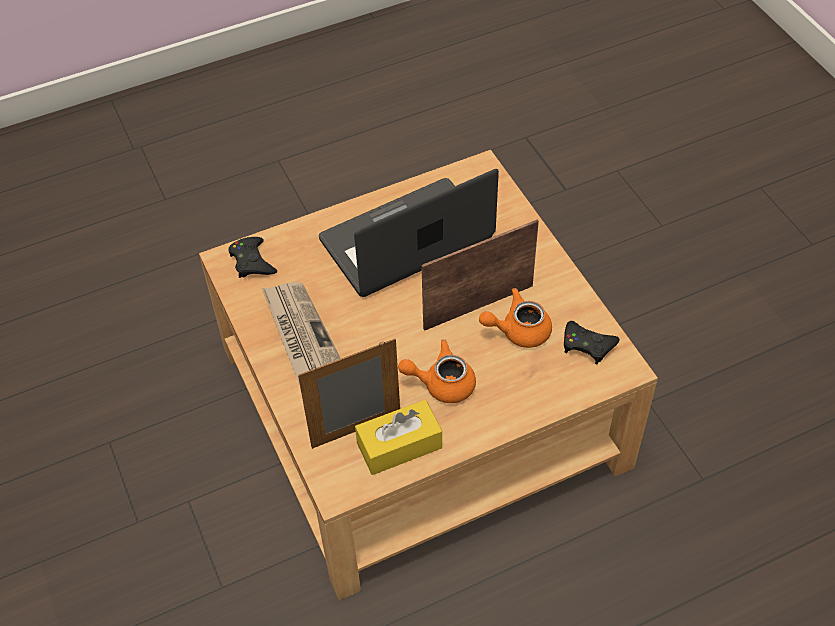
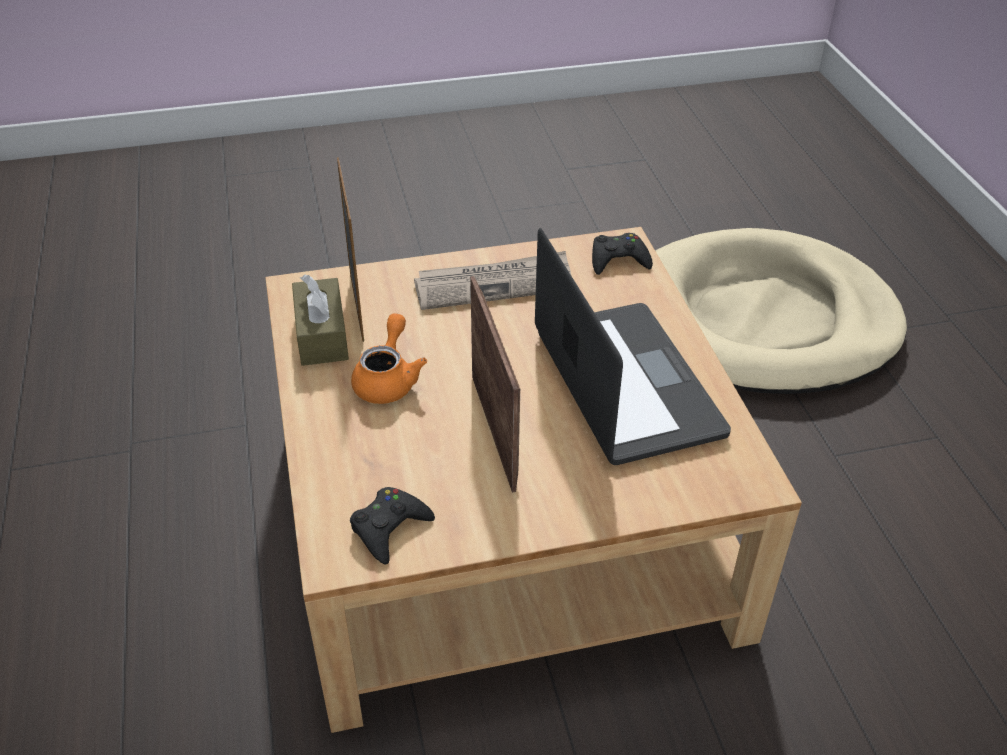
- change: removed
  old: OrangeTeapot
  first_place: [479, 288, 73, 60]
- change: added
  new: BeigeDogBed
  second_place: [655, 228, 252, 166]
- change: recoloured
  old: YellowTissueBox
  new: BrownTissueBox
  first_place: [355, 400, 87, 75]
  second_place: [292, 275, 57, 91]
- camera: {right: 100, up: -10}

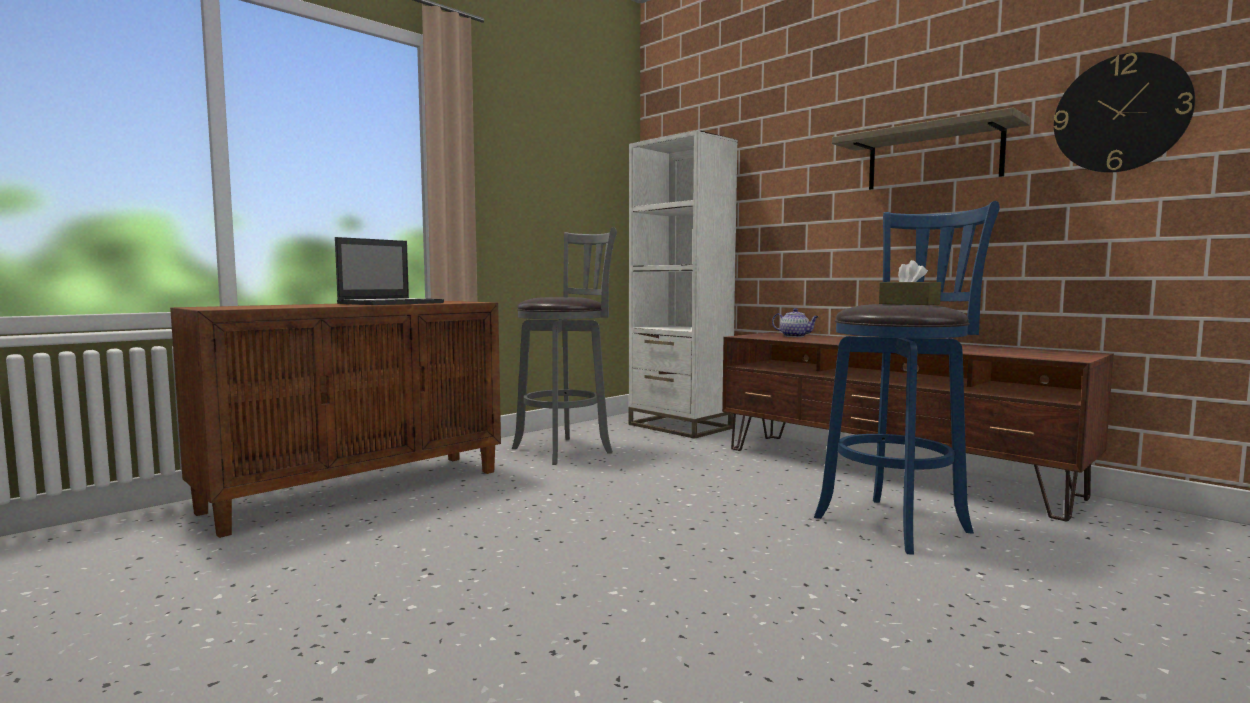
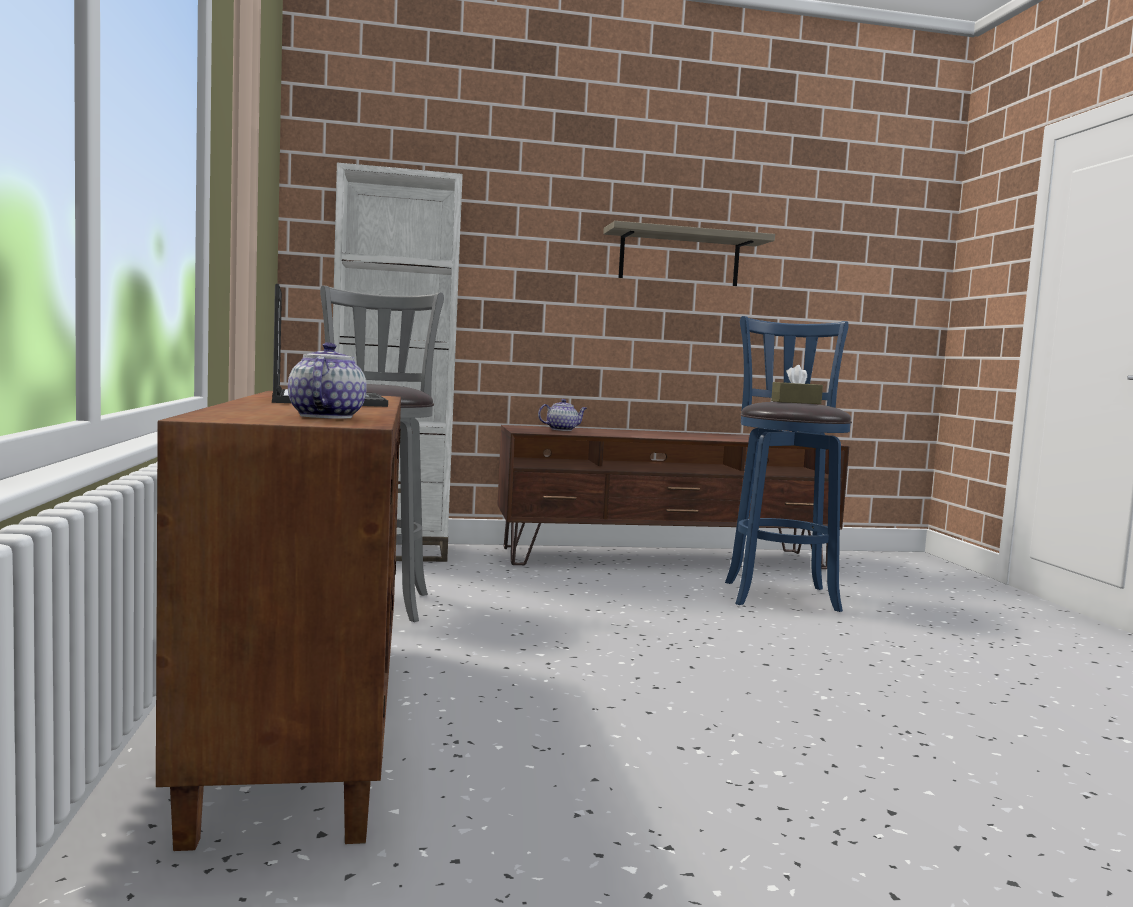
- change: removed
  old: WallClock
  first_place: [1054, 52, 141, 121]
- change: added
  new: Teapot
  second_place: [288, 342, 79, 77]
- camera: {right: -55, up: 0}

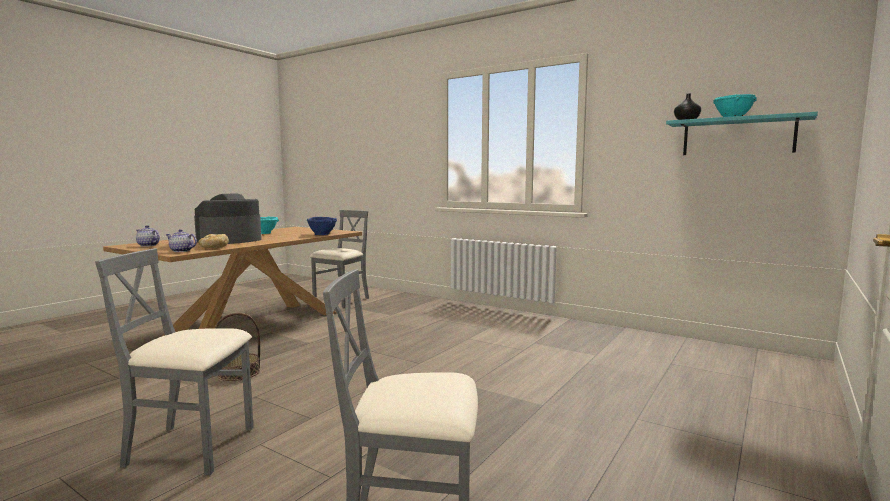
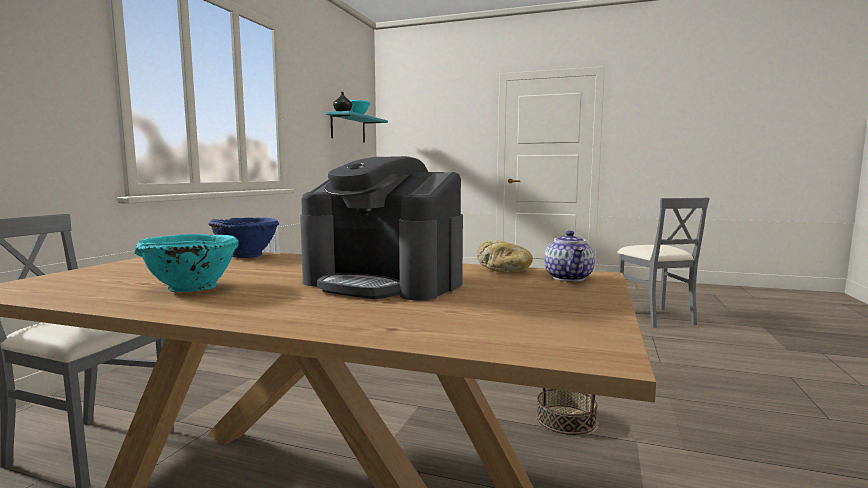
- change: removed
  old: GreyChair
  first_place: [95, 248, 158, 227]
- change: removed
  old: Teapot
  first_place: [136, 225, 24, 22]
- camera: {right: -105, up: 0}

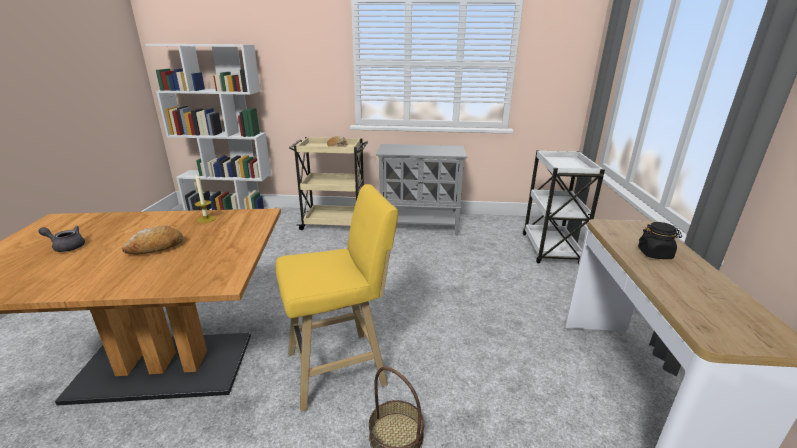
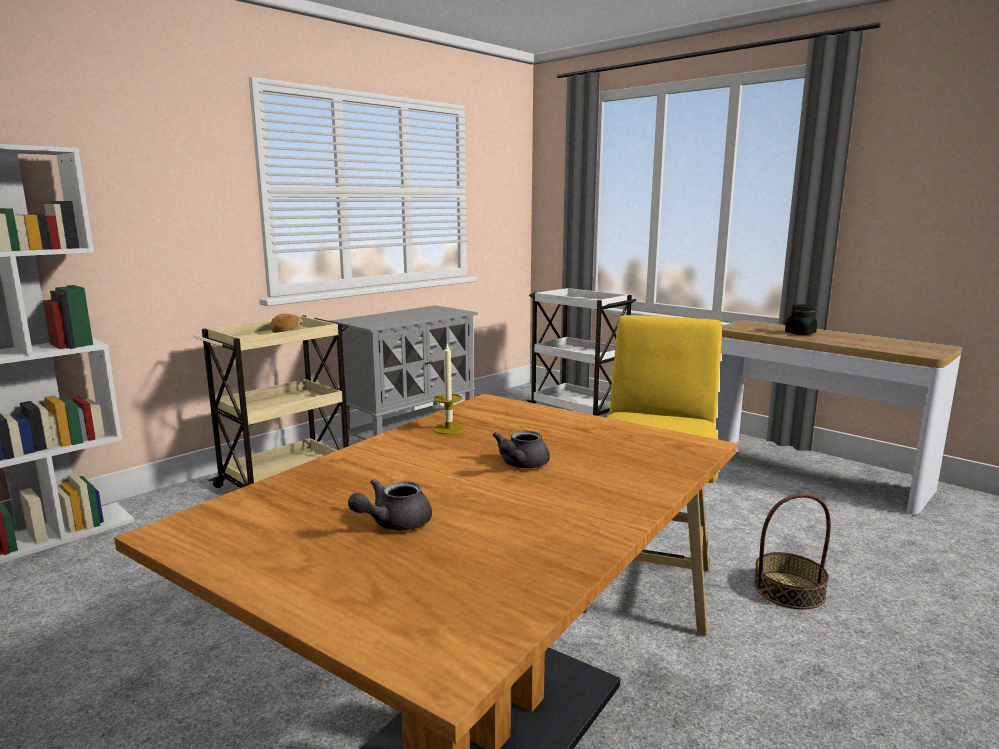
- change: replaced
  old: Bread
  new: GreyTeapot
  first_place: [122, 225, 62, 29]
  second_place: [493, 431, 57, 37]
- camera: {right: -50, up: -10}

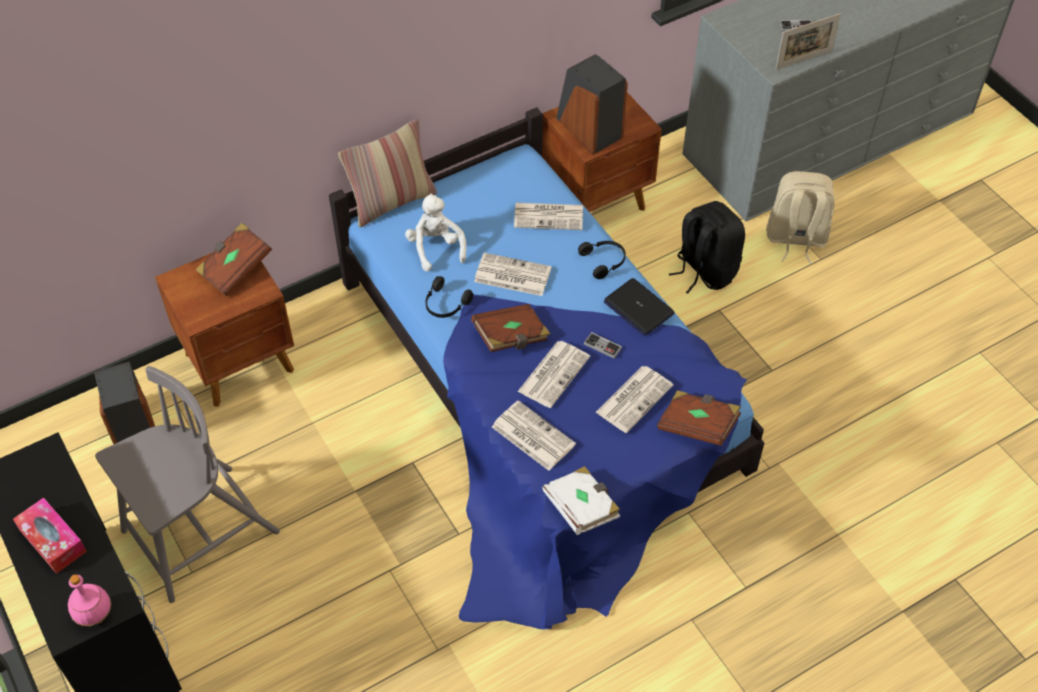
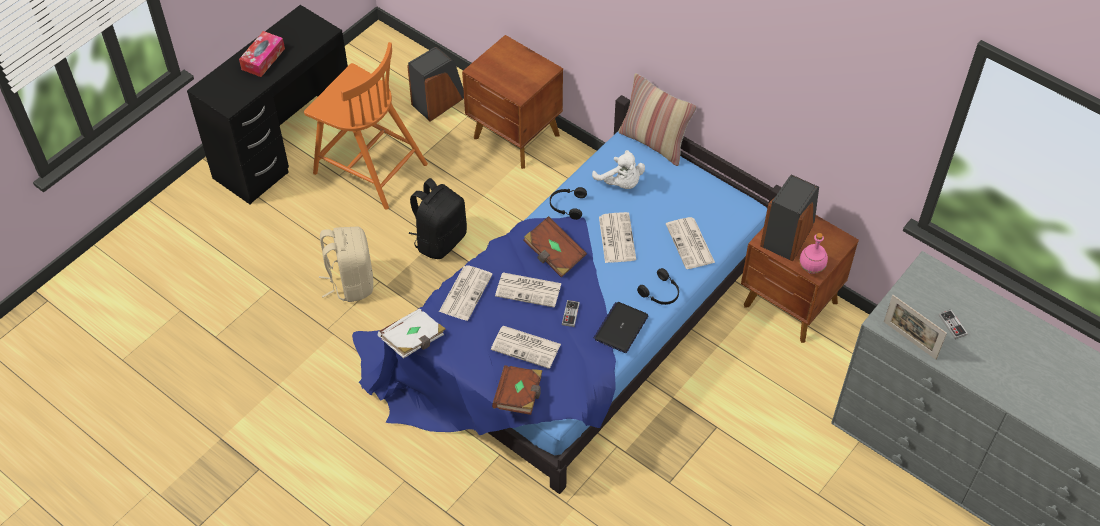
- change: removed
  old: BrownBook
  first_place: [196, 223, 76, 73]
- change: moved
  old: PinkBottle
  first_place: [68, 575, 43, 51]
  second_place: [799, 233, 29, 41]
- change: moved
  old: BlackBackpack
  first_place: [669, 201, 76, 93]
  second_place: [408, 178, 59, 81]
- change: moved
  old: BeigeBackpack
  first_place: [766, 171, 69, 93]
  second_place: [319, 226, 55, 76]
- change: recoloured
  old: GreyChair
  new: OrangeChair
  first_place: [95, 366, 185, 237]
  second_place: [304, 42, 124, 168]
- change: turned
  old: WhitePlushToy
  first_place: [405, 193, 61, 79]
  second_place: [592, 150, 53, 39]
  degrees: 90
- camera: {right: 70, up: 0}

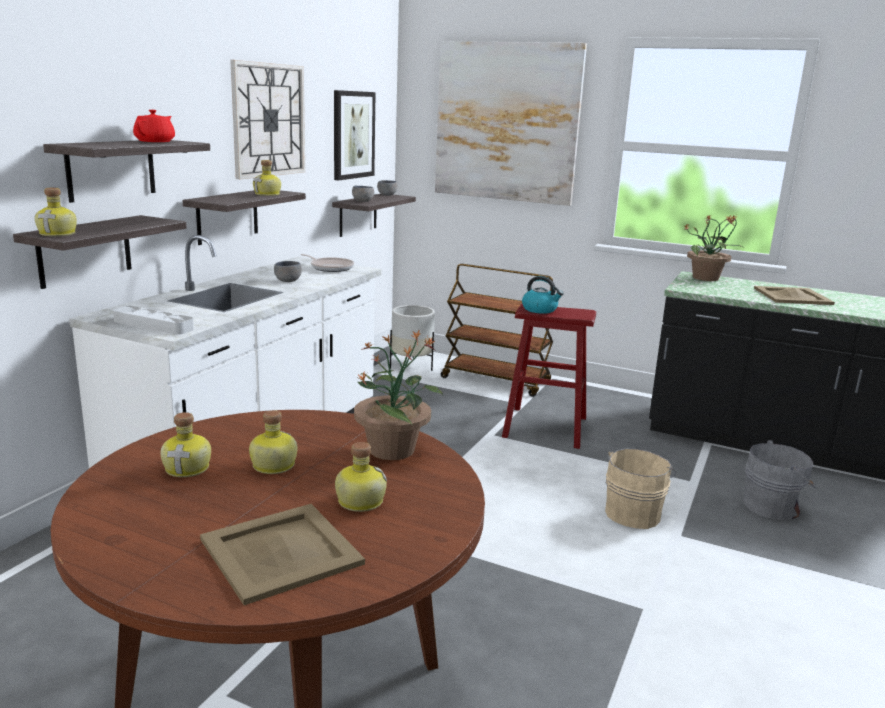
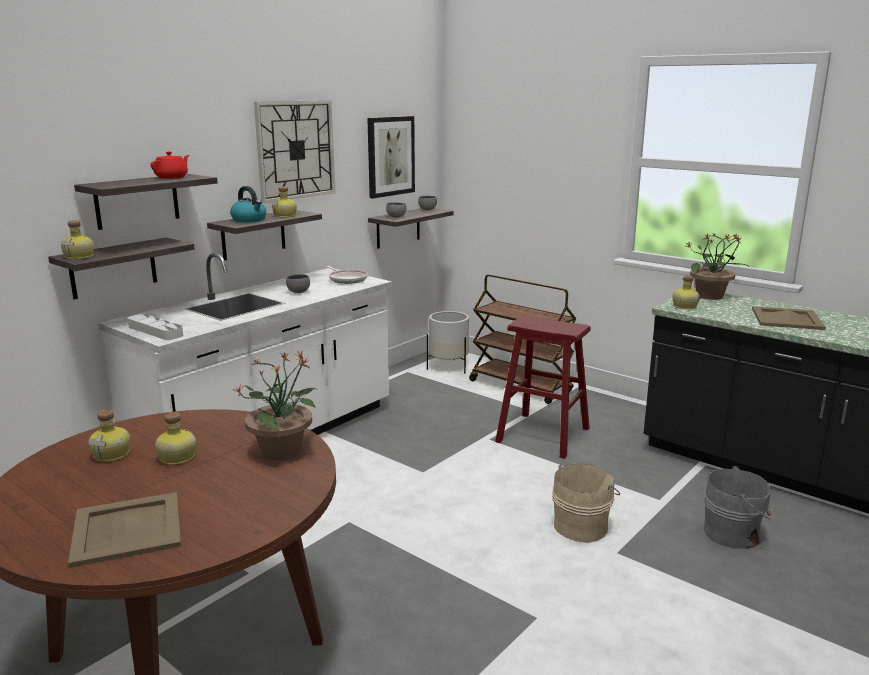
- change: removed
  old: Picture
  first_place: [435, 41, 152, 165]
- change: moved
  old: Bottle
  first_place: [335, 442, 52, 70]
  second_place: [672, 275, 28, 34]
- change: moved
  old: Kettle
  first_place: [522, 276, 42, 38]
  second_place: [230, 186, 37, 37]
- camera: {right: 15, up: 0}

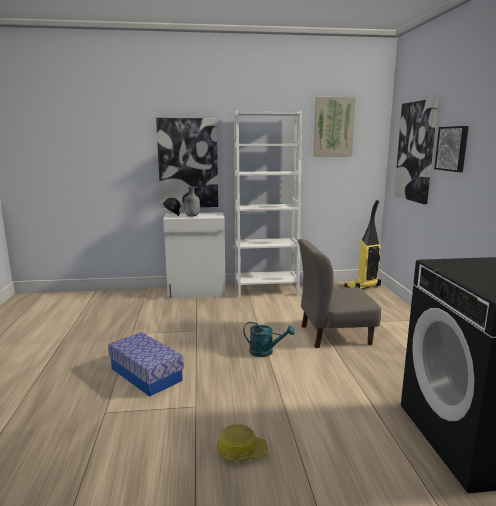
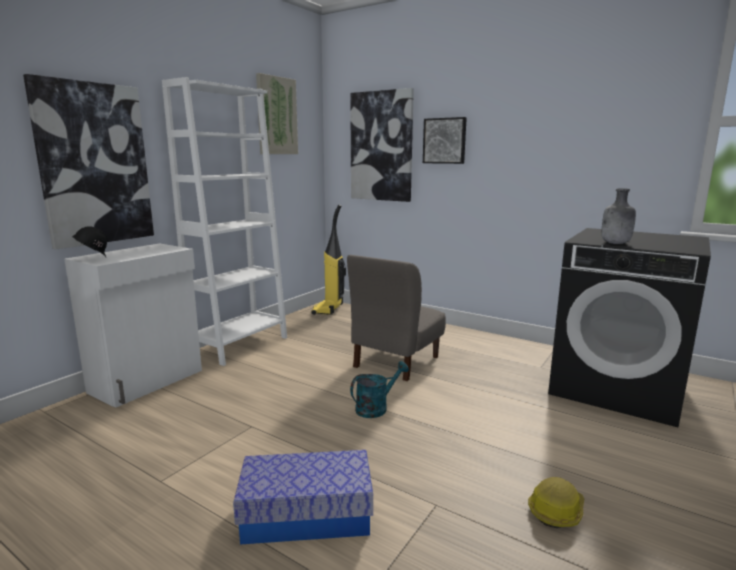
- change: moved
  old: GreyBottle
  first_place: [184, 187, 16, 29]
  second_place: [602, 188, 34, 56]
- camera: {right: -50, up: 0}

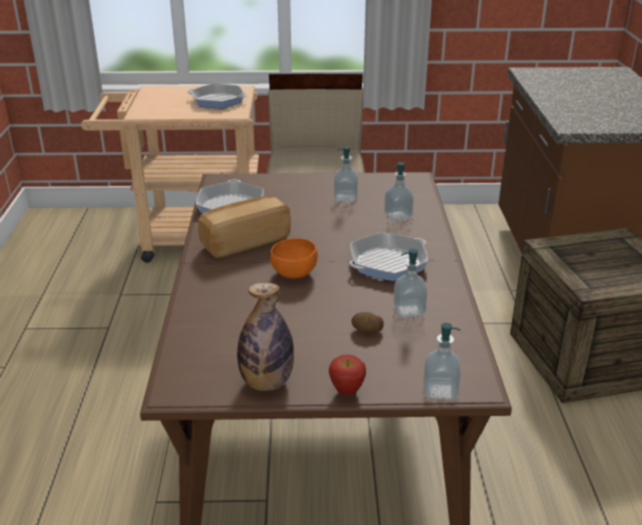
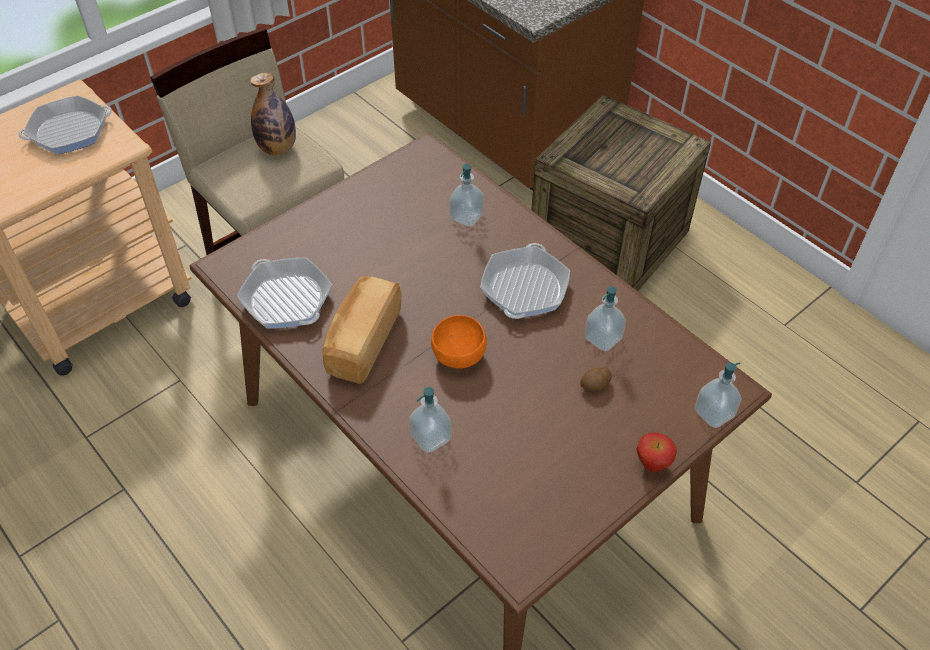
- change: moved
  old: Bottle
  first_place: [237, 283, 57, 108]
  second_place: [250, 73, 46, 82]
- change: moved
  old: SoapDispenser
  first_place: [334, 146, 24, 56]
  second_place: [409, 387, 43, 66]
- camera: {right: -40, up: 20}

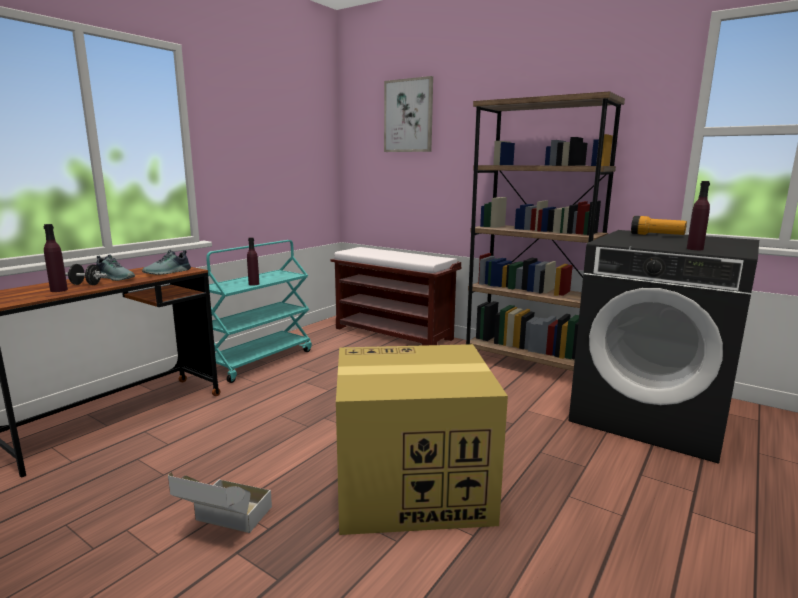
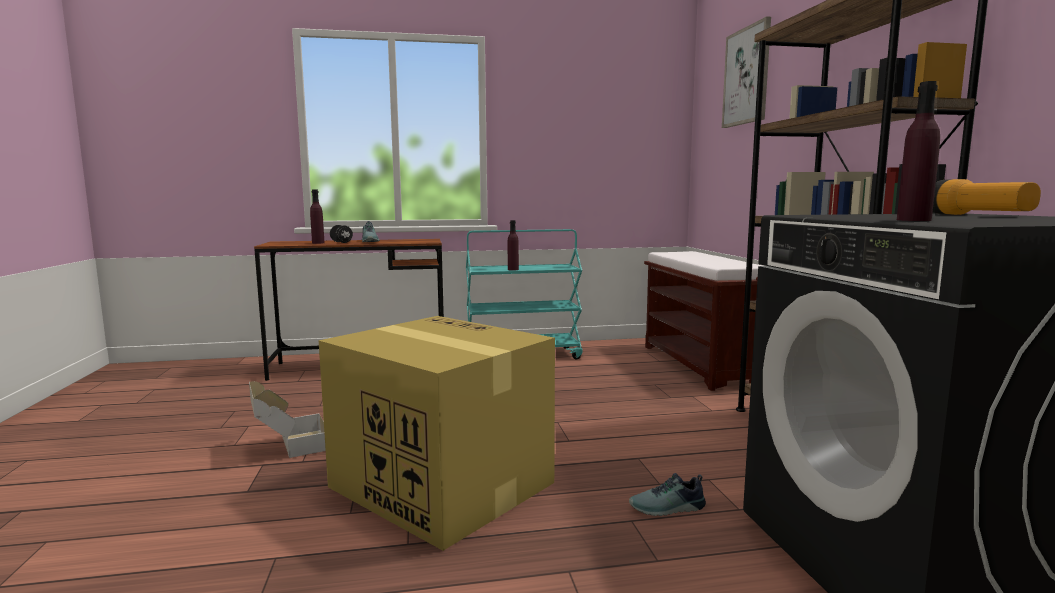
- change: moved
  old: Shoe
  first_place: [142, 250, 49, 25]
  second_place: [629, 473, 77, 43]
- camera: {right: 45, up: -5}

